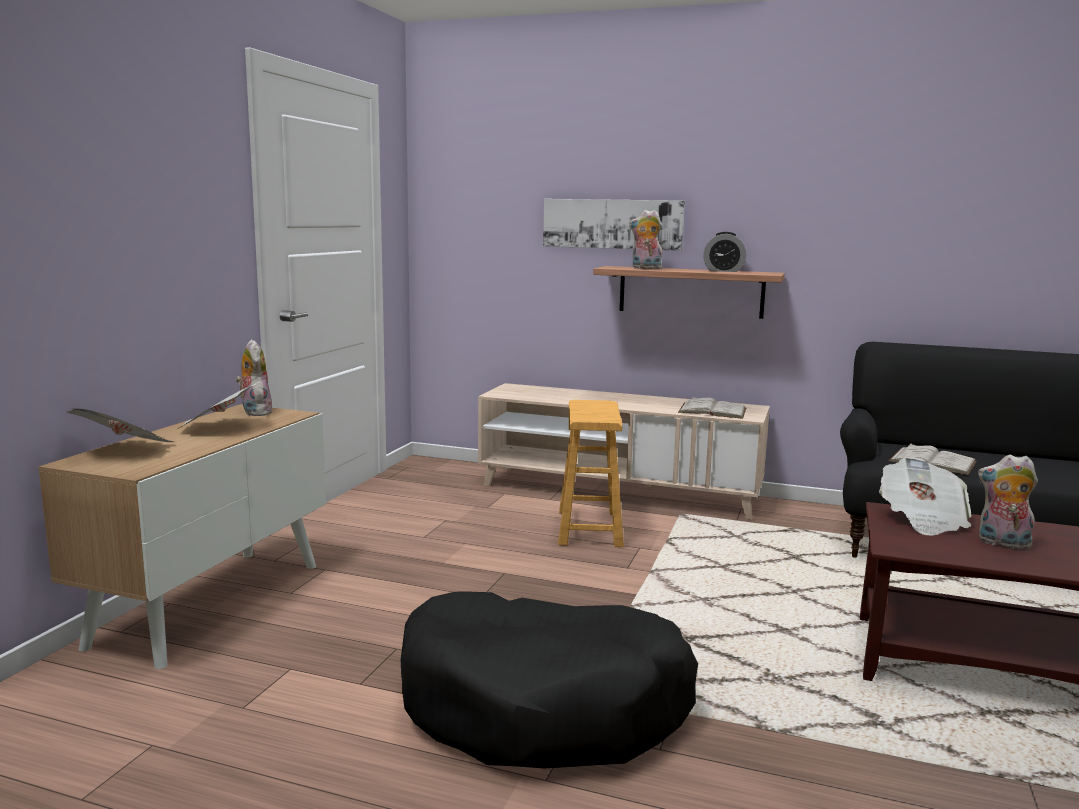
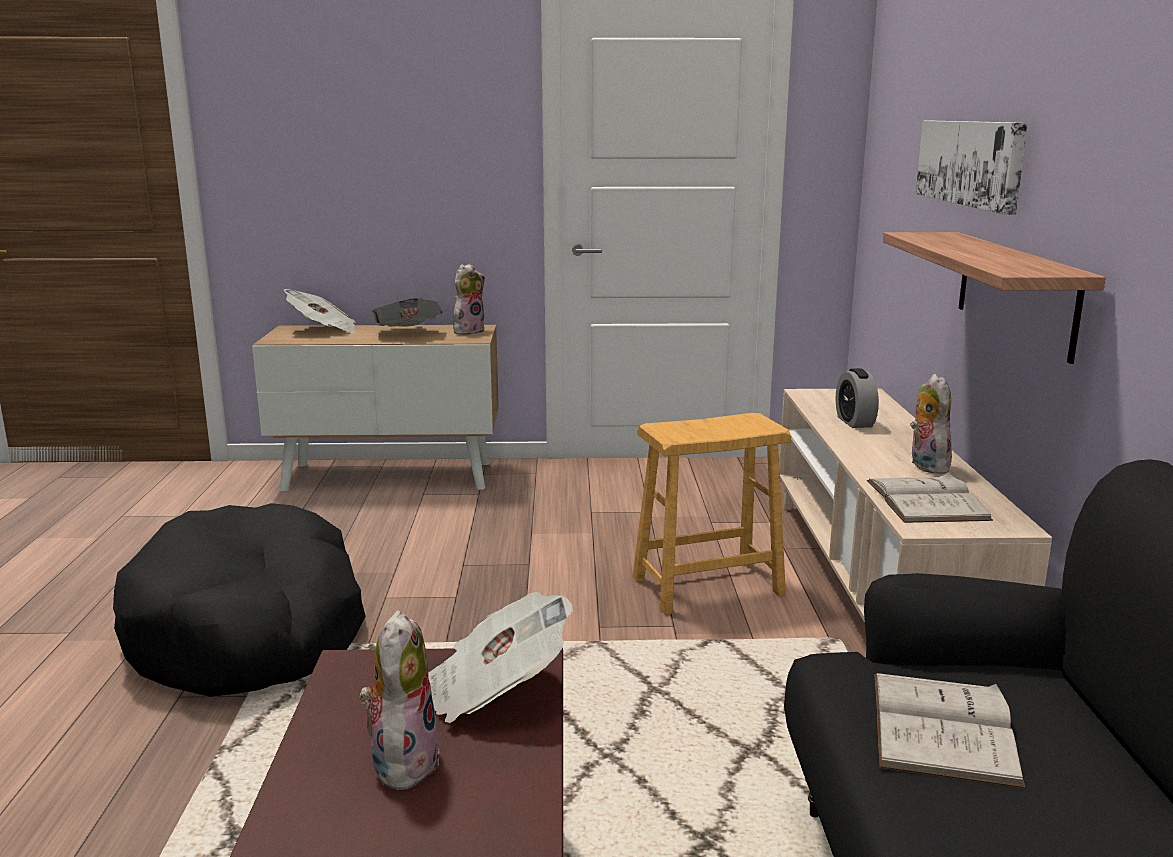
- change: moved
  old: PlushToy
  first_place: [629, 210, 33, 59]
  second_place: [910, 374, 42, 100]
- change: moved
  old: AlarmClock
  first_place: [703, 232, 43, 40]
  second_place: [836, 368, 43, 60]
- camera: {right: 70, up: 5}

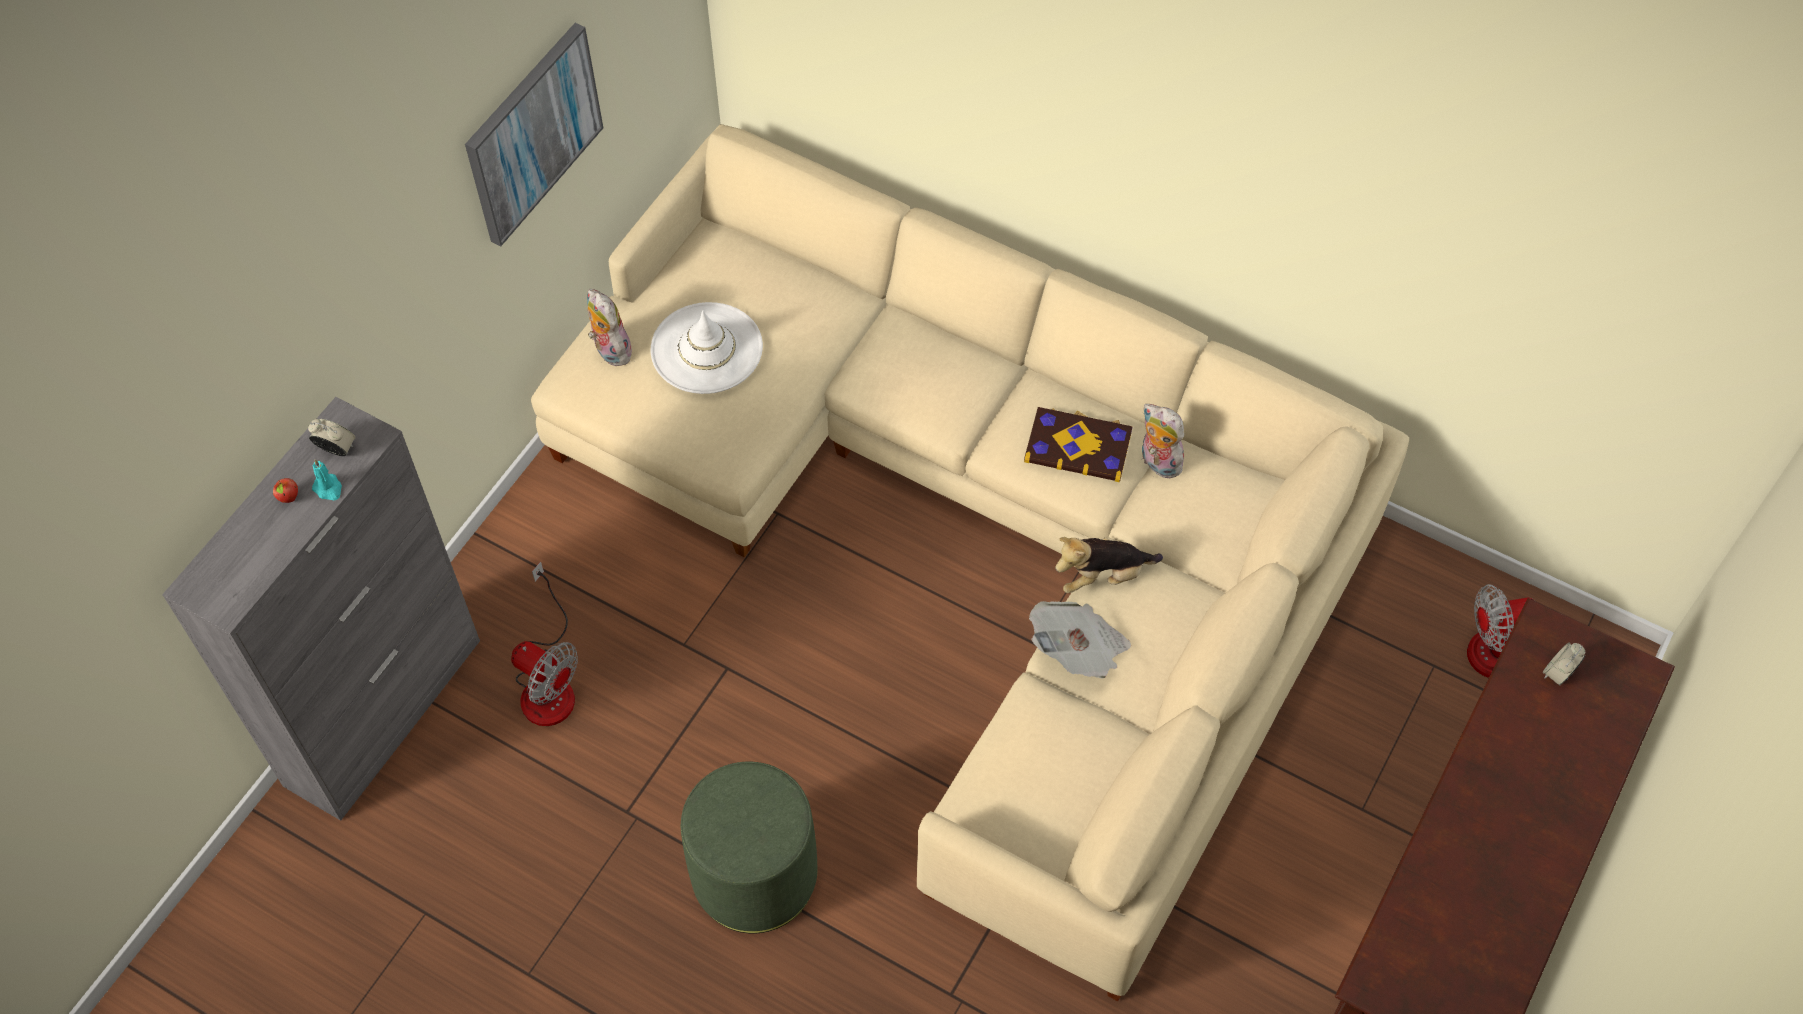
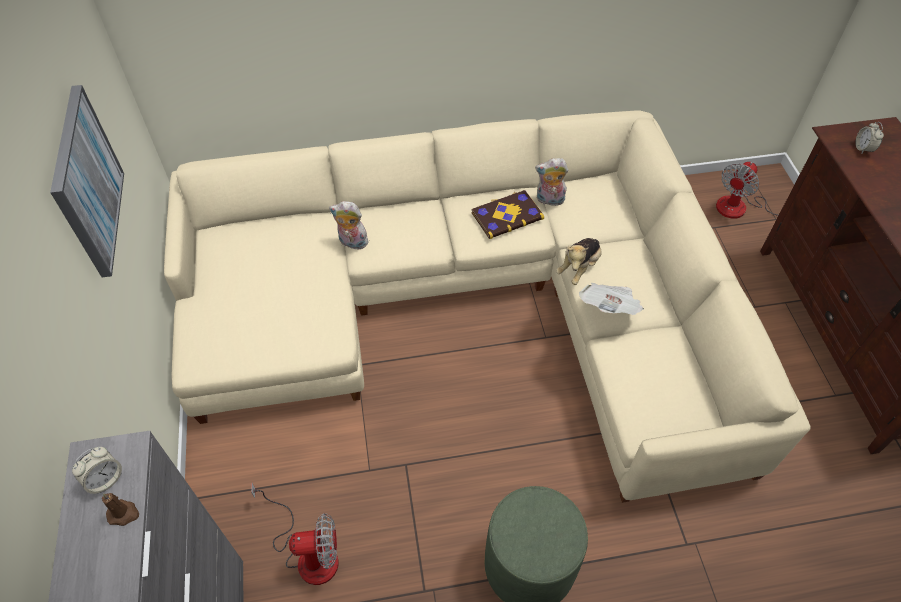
- change: removed
  old: Apple
  first_place: [273, 478, 25, 25]
- change: removed
  old: WhiteHat
  first_place: [651, 302, 112, 92]
- change: moved
  old: PlushToy
  first_place: [587, 289, 45, 77]
  second_place: [329, 201, 39, 49]
- change: recoloured
  old: TurquoiseCandle
  new: BrownCandle
  first_place: [312, 459, 30, 41]
  second_place: [102, 493, 37, 33]
- change: turned
  old: AlarmClock
  first_place: [308, 419, 48, 37]
  second_place: [72, 447, 50, 47]
  degrees: 150
- camera: {right: -40, up: -5}

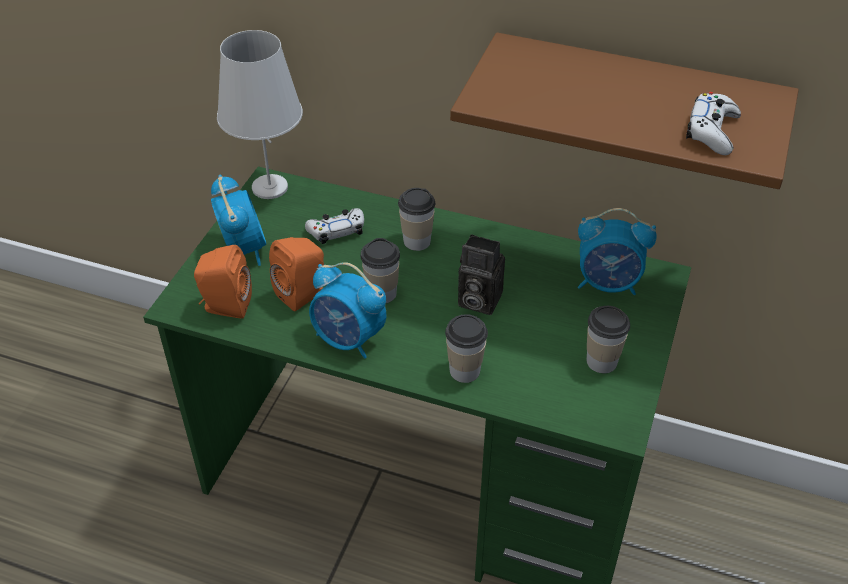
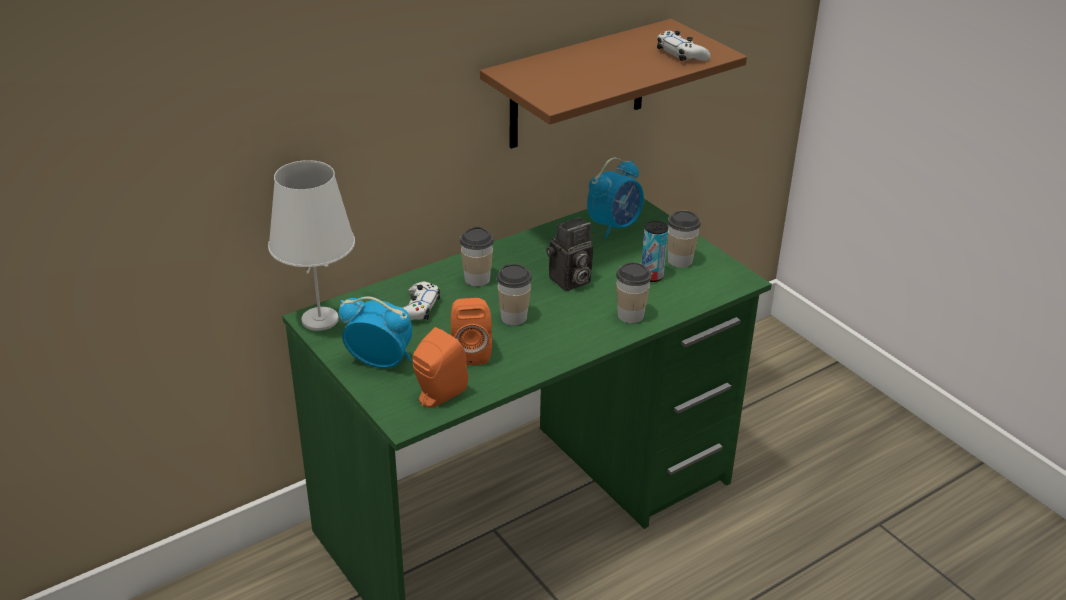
- change: removed
  old: AlarmClock
  first_place: [309, 262, 77, 97]
- change: added
  new: Can
  second_place: [642, 221, 26, 61]
- camera: {right: -55, up: -10}

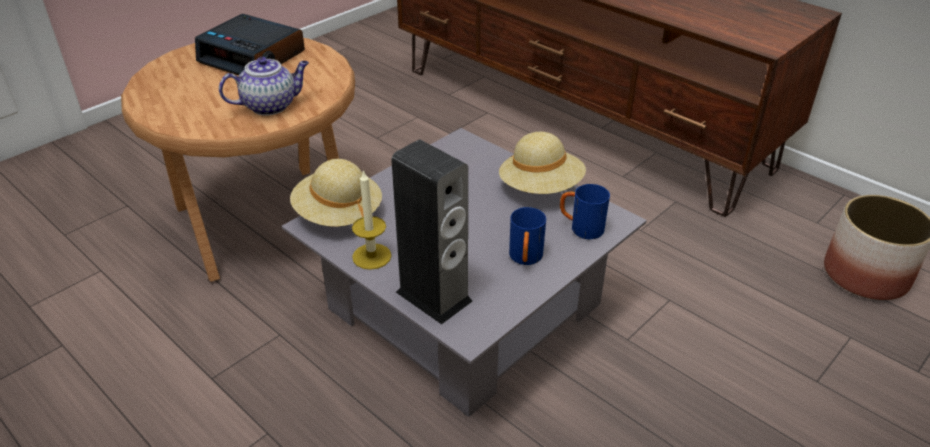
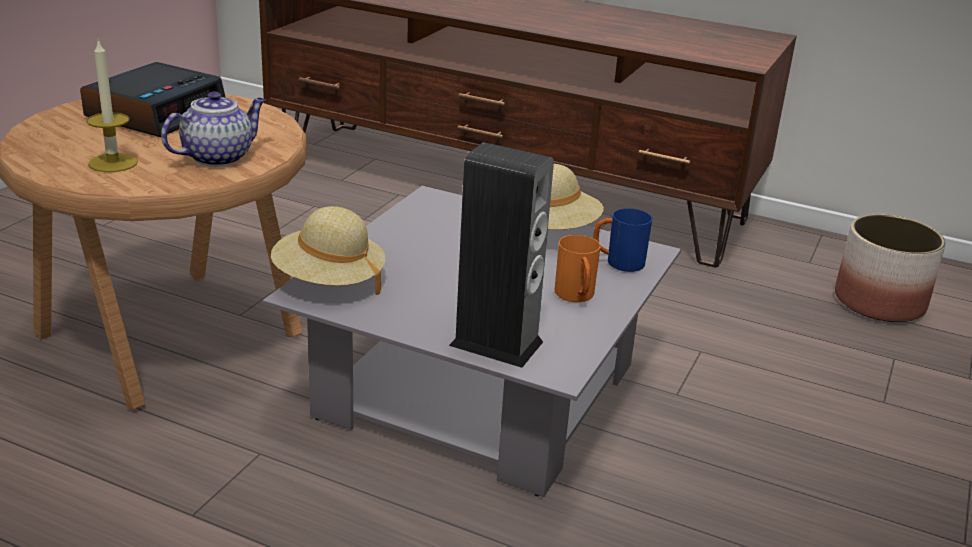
- change: moved
  old: Candle
  first_place: [352, 169, 39, 101]
  second_place: [86, 38, 52, 134]
- change: recoloured
  old: BlueMug
  new: OrangeMug
  first_place: [509, 207, 37, 58]
  second_place: [555, 235, 46, 67]
- change: turned
  old: AlarmClock
  first_place: [195, 14, 110, 61]
  second_place: [80, 62, 145, 75]
  degrees: -75
- camera: {right: -20, up: -10}

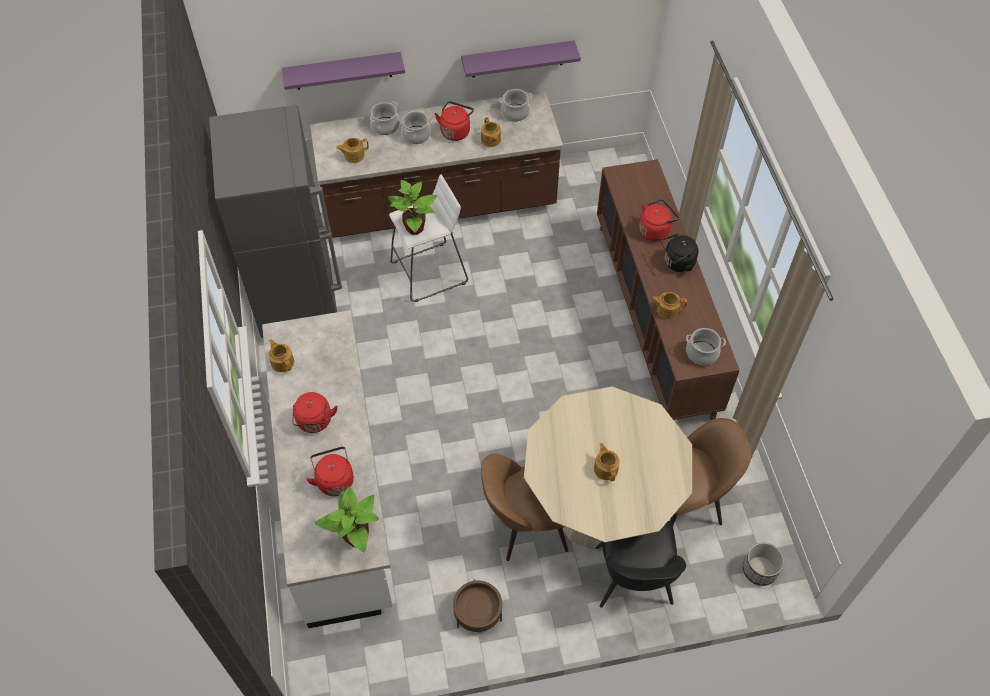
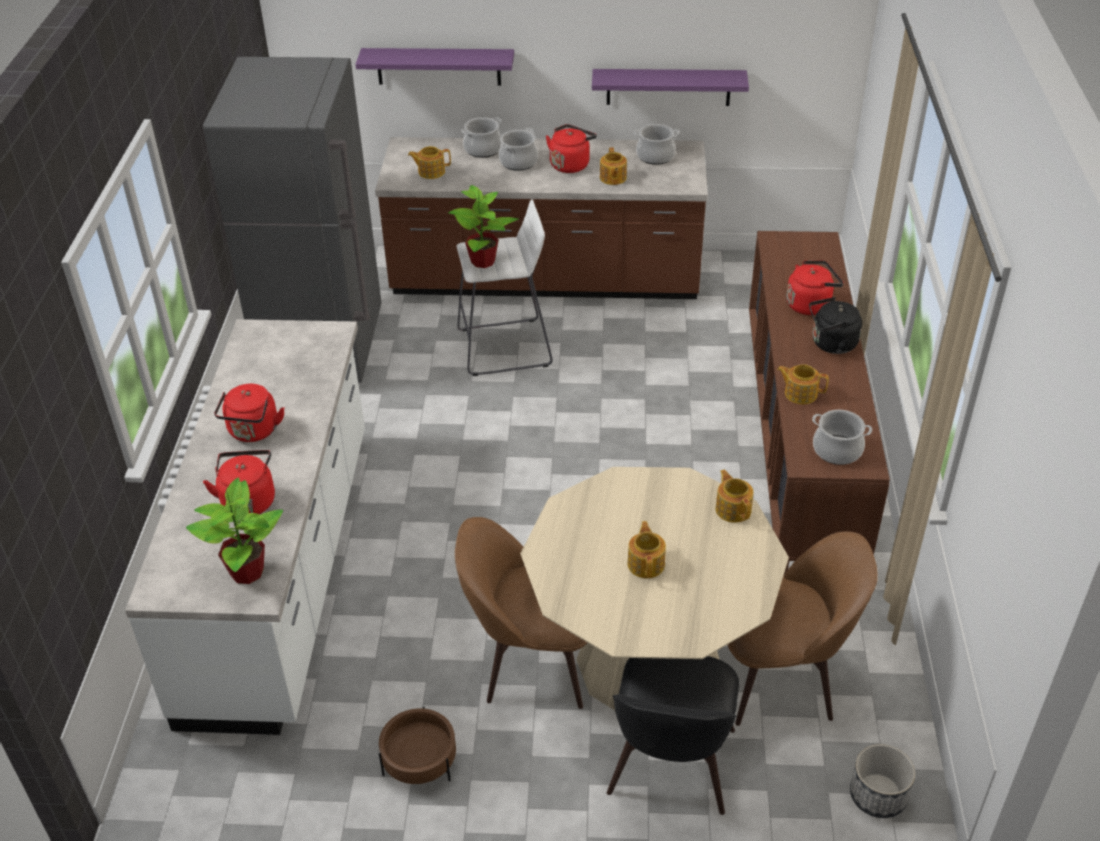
- change: moved
  old: Teapot
  first_place: [268, 339, 26, 33]
  second_place: [715, 469, 39, 54]
- camera: {right: 15, up: -15}

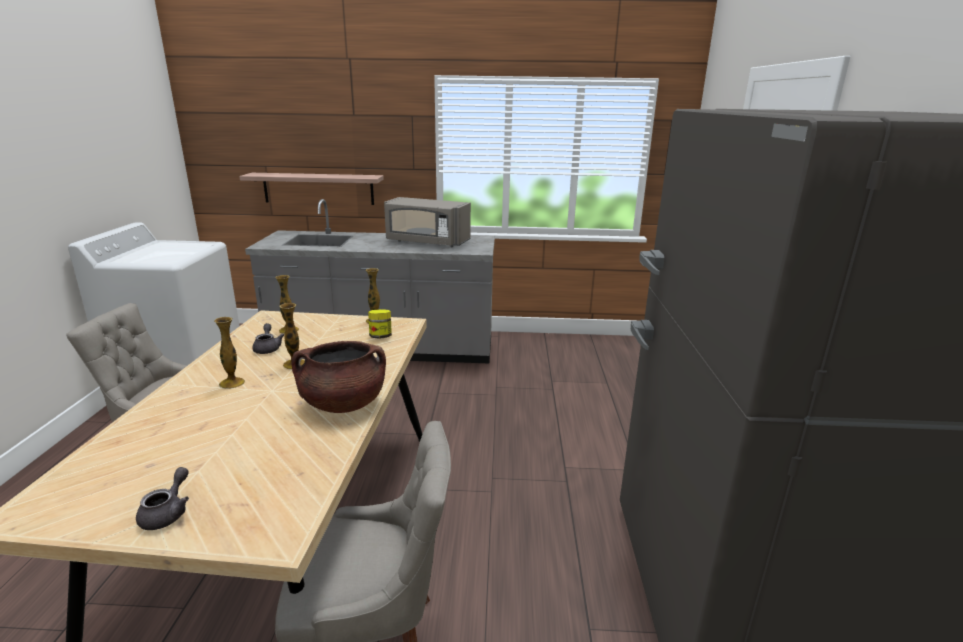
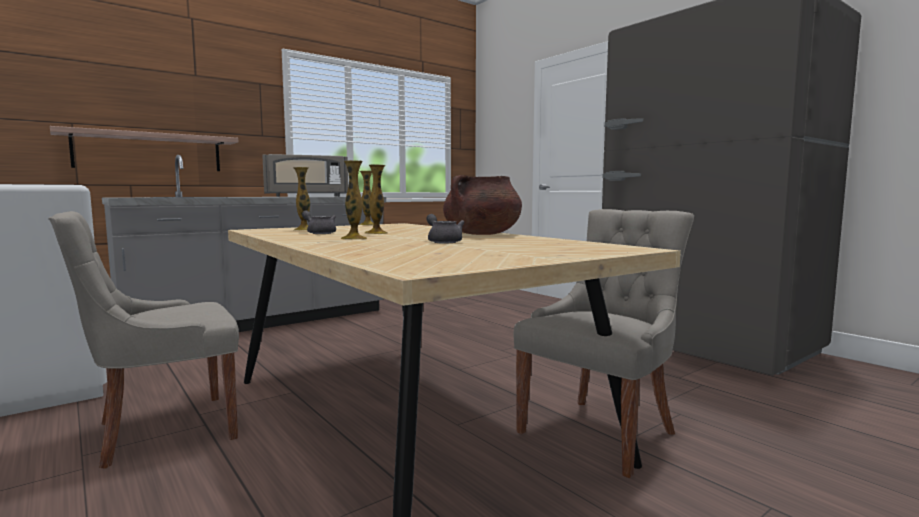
- change: removed
  old: Jar
  first_place: [368, 309, 24, 30]
- change: moved
  old: GreyTeapot
  first_place: [136, 467, 53, 63]
  second_place: [426, 214, 39, 30]
- camera: {right: -40, up: -15}

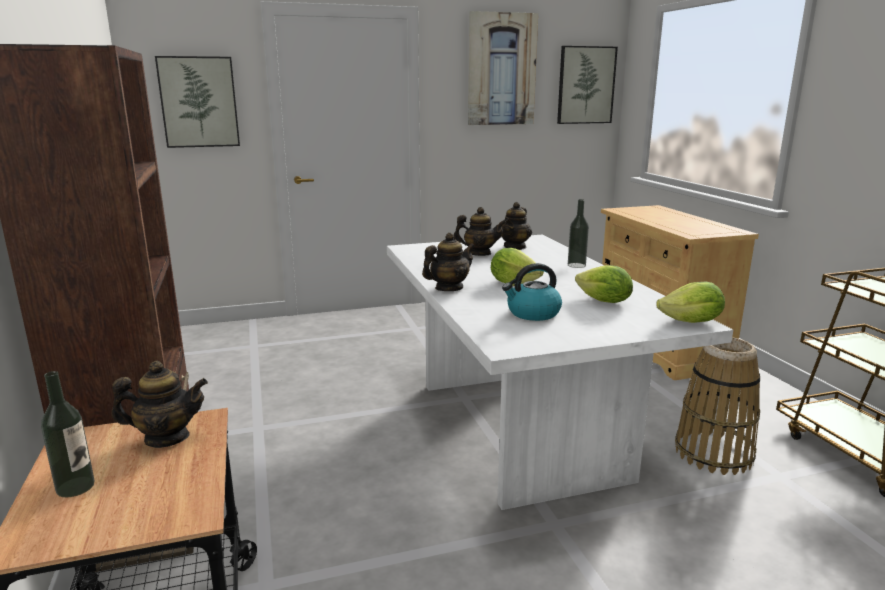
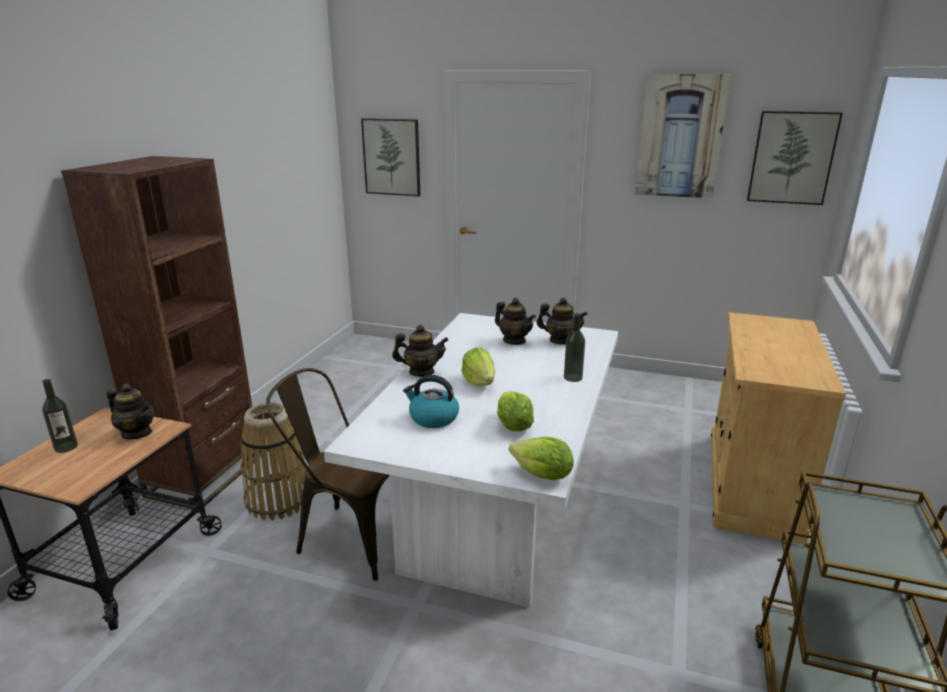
- change: added
  new: BrownChair
  second_place: [266, 368, 123, 213]
- change: moved
  old: Basket
  first_place: [675, 337, 85, 138]
  second_place: [241, 402, 65, 118]
- change: turned
  old: Teapot
  first_place: [501, 202, 31, 48]
  second_place: [536, 297, 52, 47]
  degrees: -135
- camera: {right: 35, up: 5}

